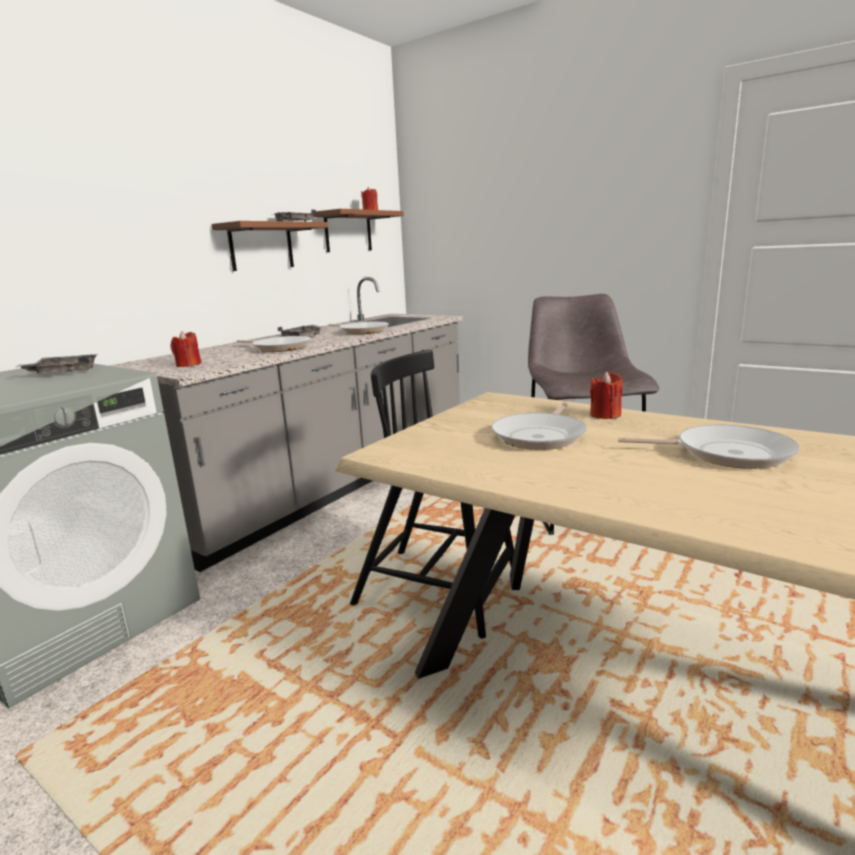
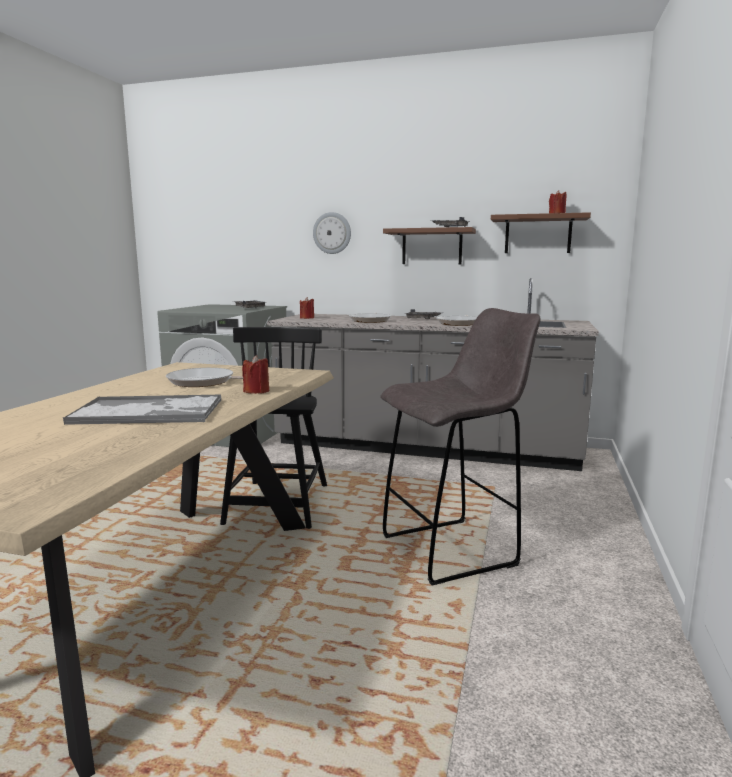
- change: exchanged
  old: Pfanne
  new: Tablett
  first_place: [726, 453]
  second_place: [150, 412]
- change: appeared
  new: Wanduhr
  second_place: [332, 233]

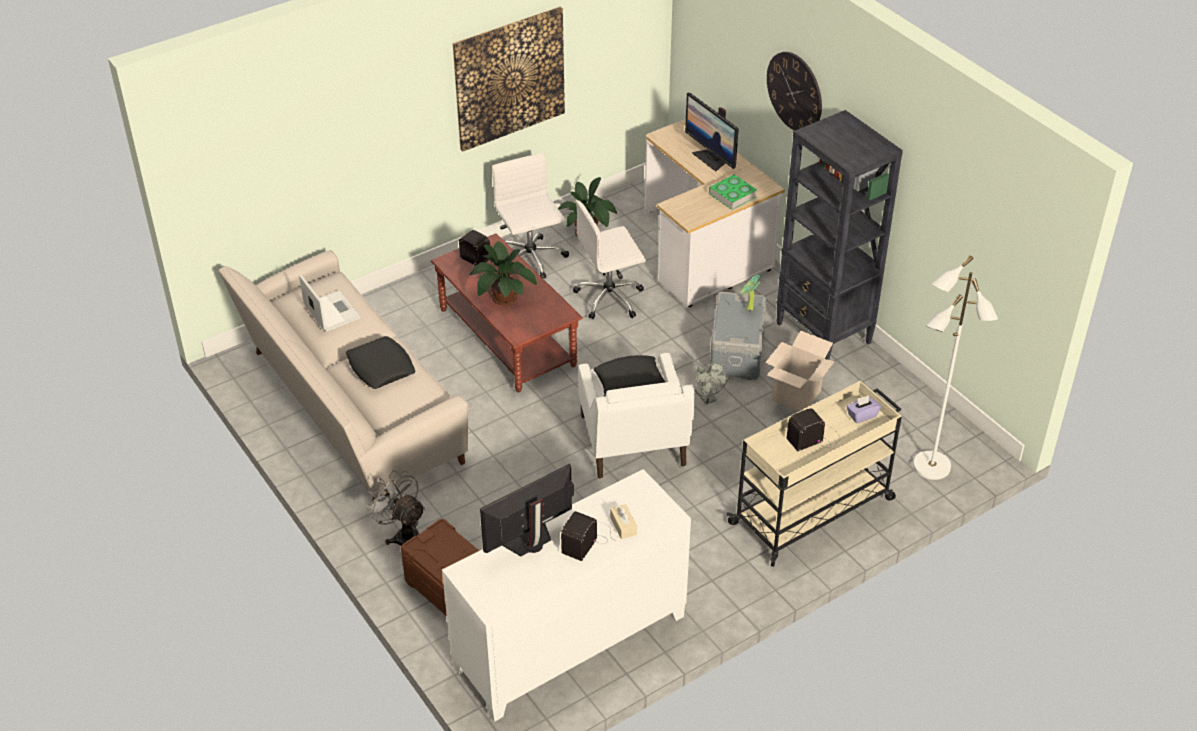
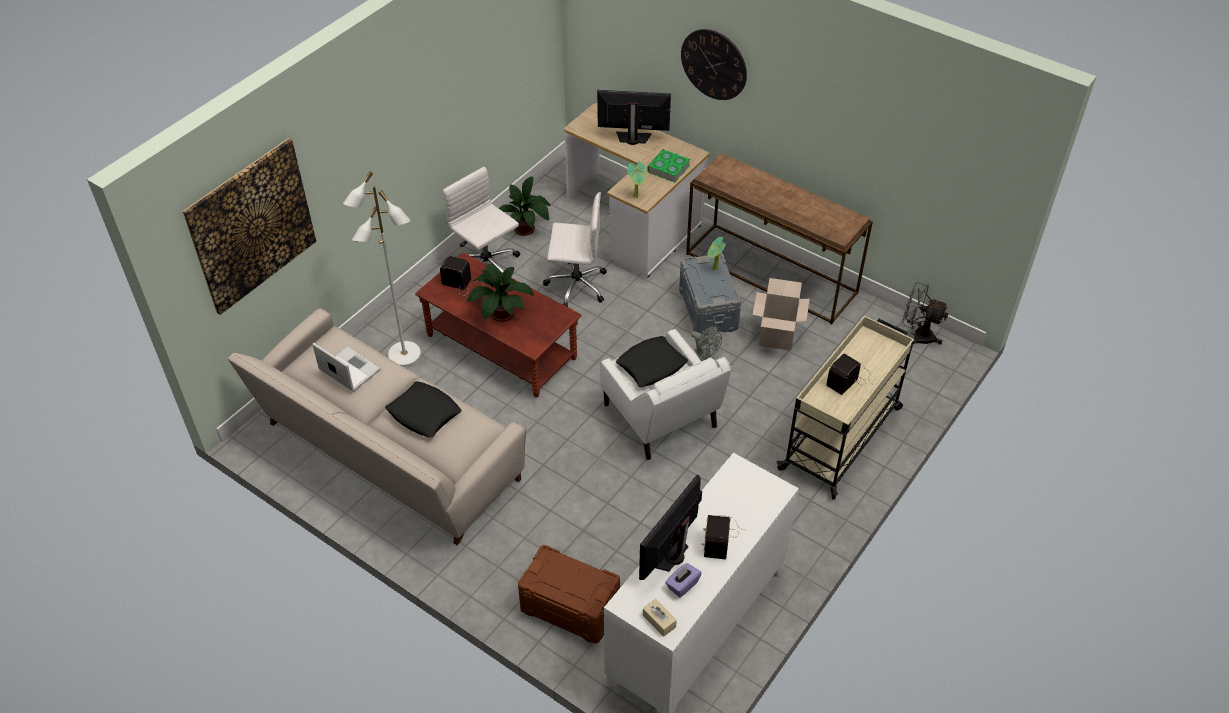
- change: relocated
  old: Bild
  first_place: [509, 78]
  second_place: [252, 226]
- change: relocated
  old: Stehlampe/weiß
  first_place: [931, 467]
  second_place: [404, 356]
- change: spun
  old: Bürostuhl/weiß
  first_place: [610, 298]
  second_place: [575, 285]
  degrees: -135
- change: spun
  old: Monitor
  first_place: [711, 159]
  second_place: [633, 138]
  degrees: 150
- change: appeared
  new: Topfpflanze
  second_place: [637, 196]
- change: relocated
  old: Taschentuchbox/beige
  first_place: [623, 526]
  second_place: [659, 621]
- change: relocated
  old: Taschentuchbox/lila
  first_place: [862, 415]
  second_place: [682, 585]
- change: exchanged
  old: Bücherregal/schwarz
  new: Konsolentisch/braun
  first_place: [824, 334]
  second_place: [772, 273]
- change: relocated
  old: Ventilator/grau
  first_place: [403, 535]
  second_place: [917, 335]

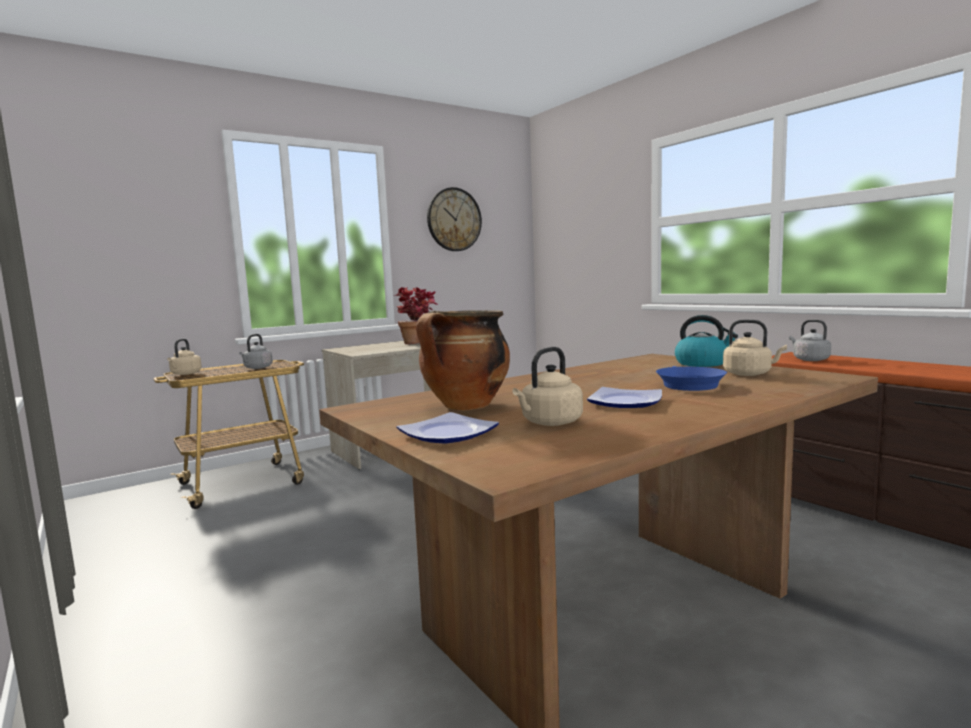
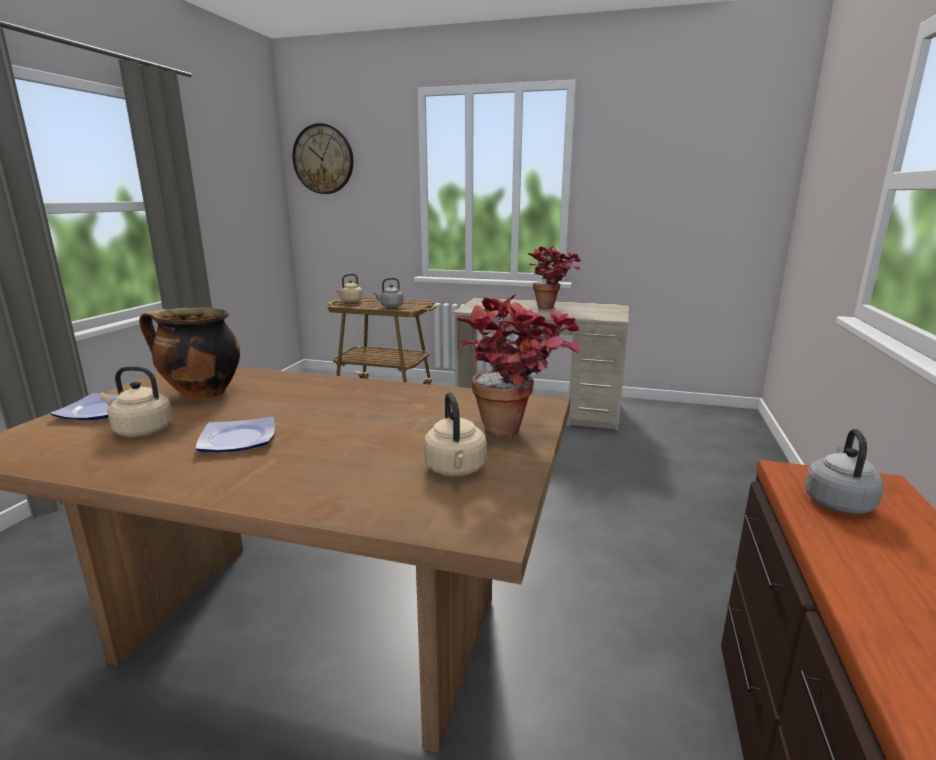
- change: relocated
  old: Wanduhr
  first_place: [454, 219]
  second_place: [323, 159]
- change: exchanged
  old: Wasserkessel
  new: Topfpflanze
  first_place: [702, 363]
  second_place: [515, 433]
- change: missing
  old: Pfanne/blau
  first_place: [688, 384]

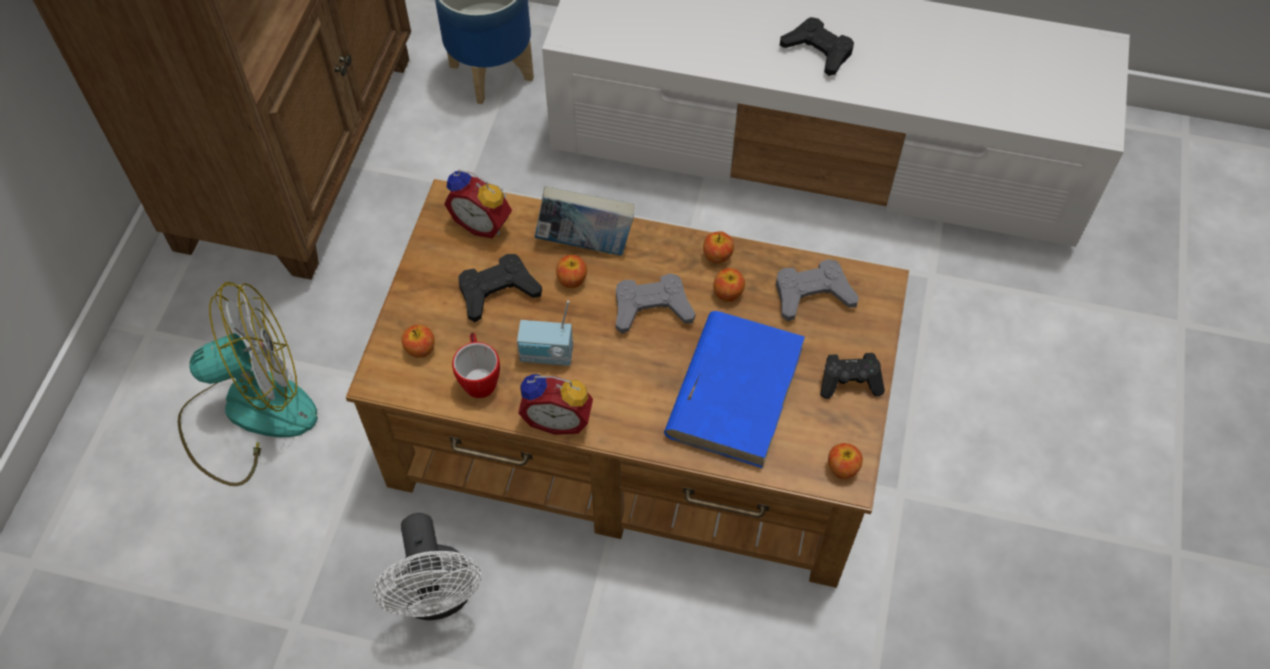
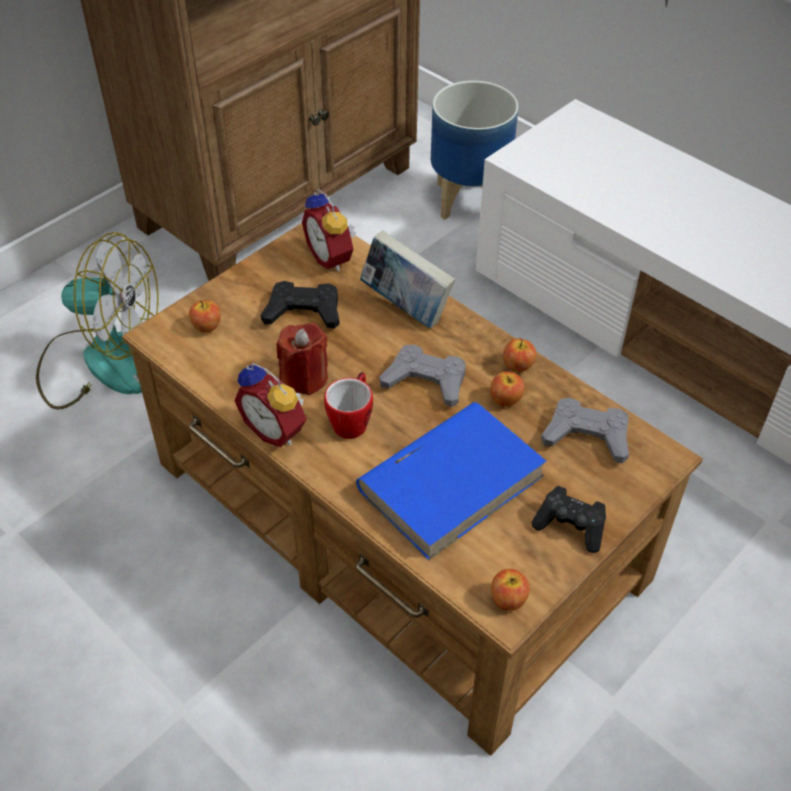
- change: exchanged
  old: Radio
  new: Kerze/rot
  first_place: [546, 356]
  second_place: [304, 378]
- change: relocated
  old: Henkelbecher
  first_place: [479, 377]
  second_place: [352, 420]
- change: missing
  old: Ventilator/weiß
  first_place: [438, 598]
- change: missing
  old: Apfel
  first_place: [572, 279]
- change: missing
  old: Gamepad/schwarz
  first_place: [818, 51]

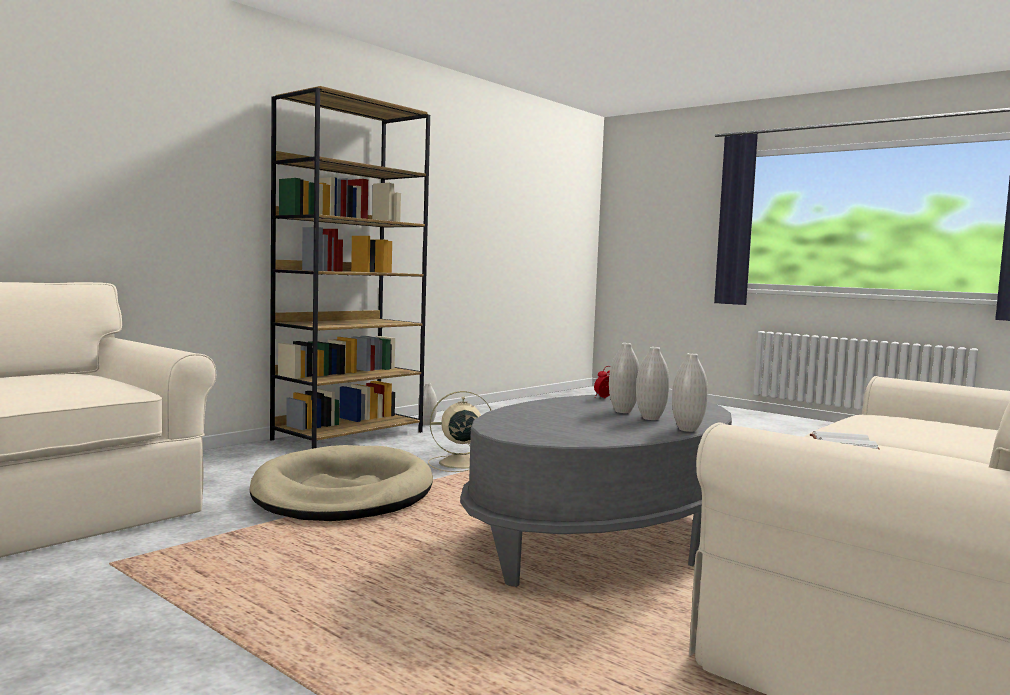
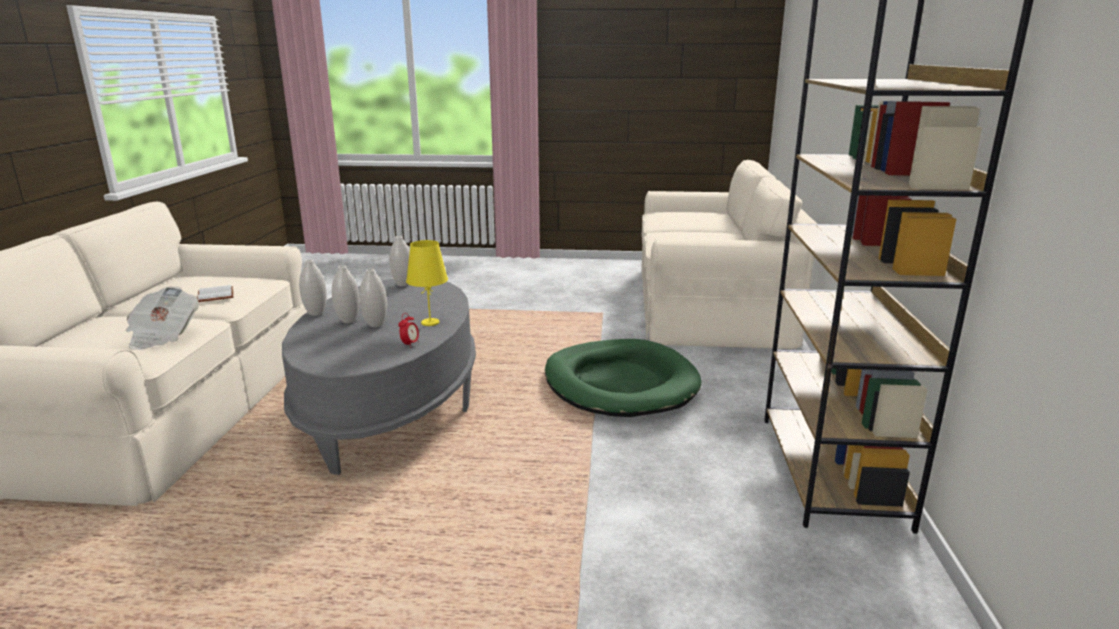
- change: appeared
  new: Zeitung
  second_place: [163, 336]
- change: relocated
  old: Vase/weiß
  first_place: [427, 424]
  second_place: [403, 284]
- change: appeared
  new: Tischlampe/gelb
  second_place: [430, 322]
- change: colour
  old: Hundebett/beige
  new: Hundebett/grün
  first_place: [343, 493]
  second_place: [620, 384]
- change: missing
  old: Ventilator/beige
  first_place: [458, 463]

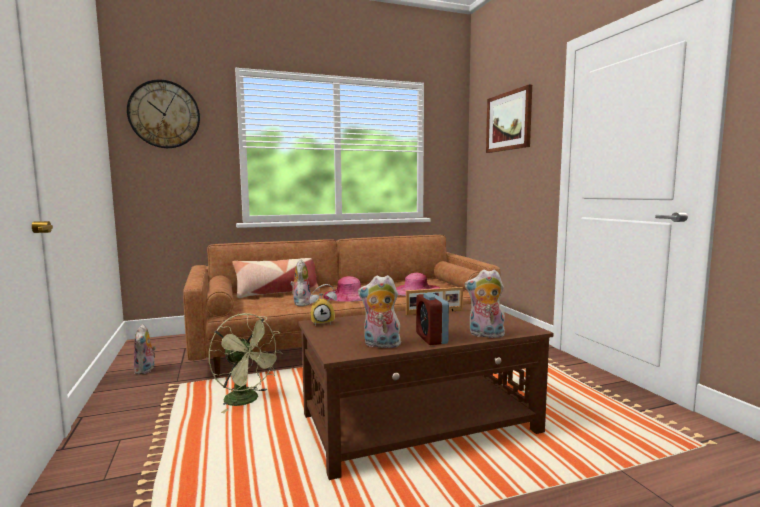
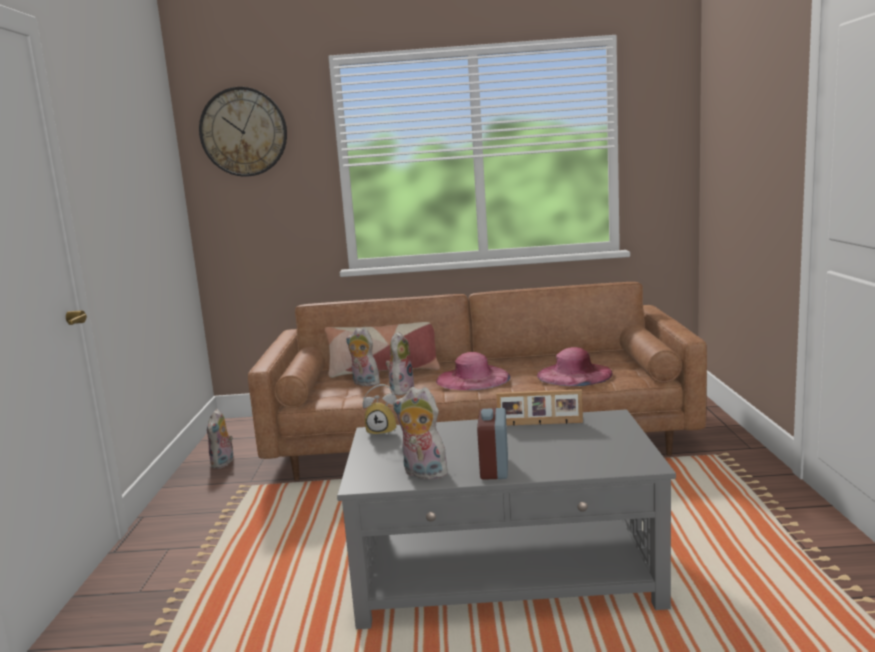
- change: colour
  old: Couchtisch/braun
  new: Couchtisch/grau
  first_place: [420, 423]
  second_place: [506, 572]
- change: relocated
  old: Plüschtier
  first_place: [485, 335]
  second_place: [364, 383]
- change: missing
  old: Ventilator/grün
  first_place: [247, 400]
- change: missing
  old: Bild
  first_place: [509, 121]

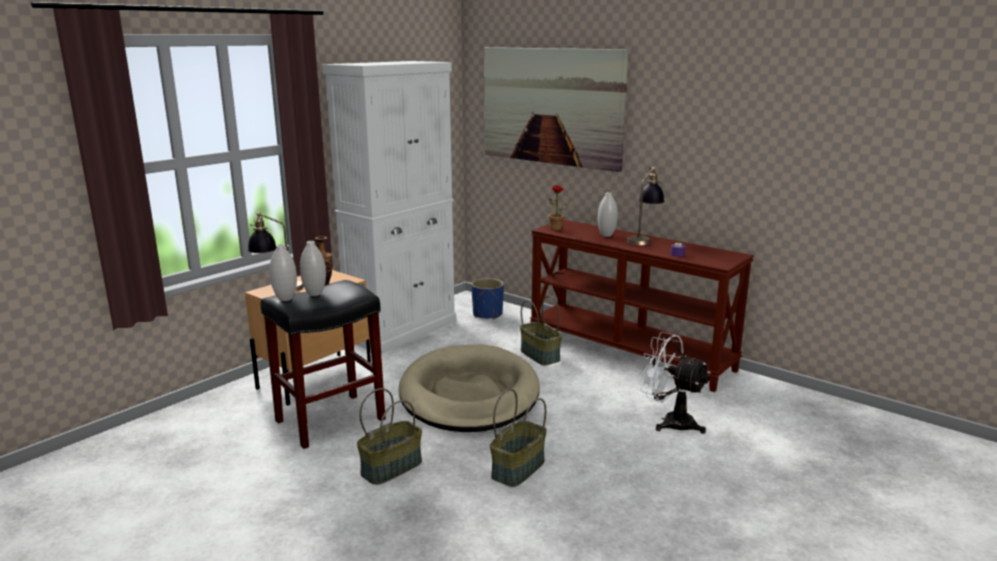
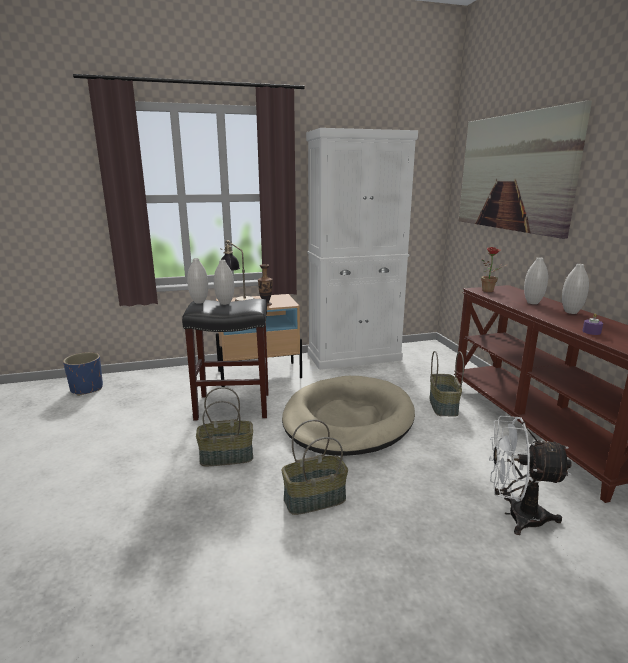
- change: relocated
  old: Pflanzkübel/blau
  first_place: [488, 314]
  second_place: [87, 389]
- change: spun
  old: Ventilator/weiß
  first_place: [670, 422]
  second_place: [516, 515]
  degrees: -60
- change: exchanged
  old: Tischlampe
  new: Vase/weiß
  first_place: [644, 239]
  second_place: [571, 312]

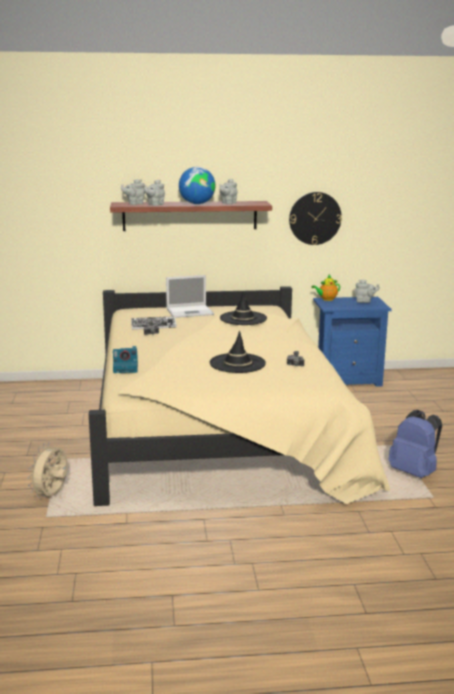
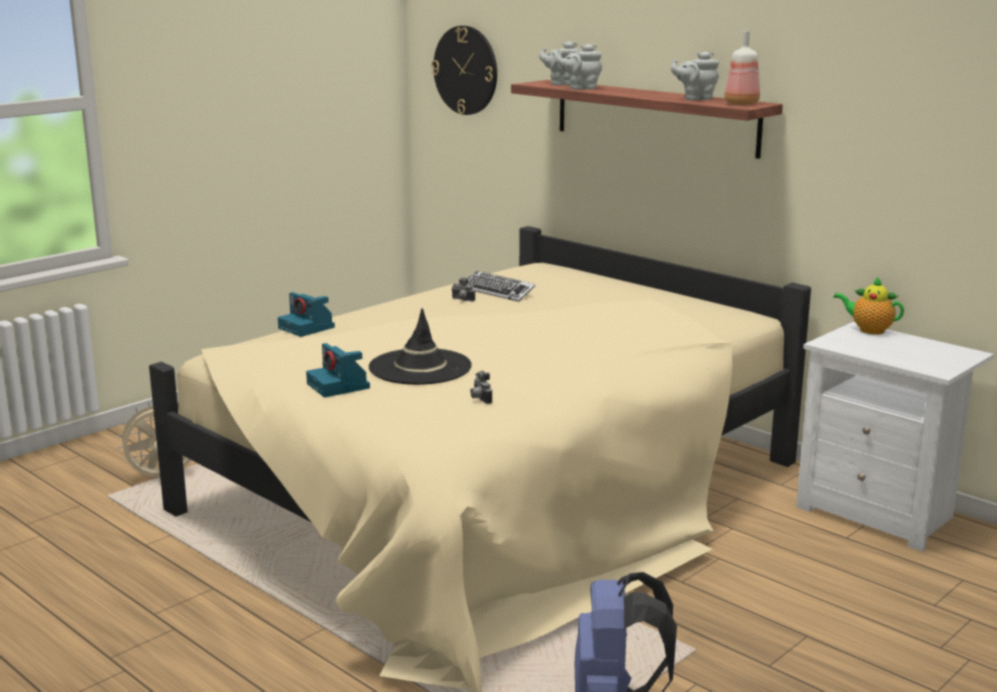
- change: appeared
  new: Kamera
  second_place: [339, 386]
- change: relocated
  old: Wanduhr
  first_place: [315, 218]
  second_place: [466, 70]
- change: appeared
  new: Flasche
  second_place: [740, 104]
- change: colour
  old: Nachttisch/blau
  new: Nachttisch/weiß
  first_place: [347, 379]
  second_place: [880, 513]
- change: missing
  old: Laptop
  first_place: [190, 311]
- change: missing
  old: Globus
  first_place: [197, 204]
- change: missing
  old: Hut/schwarz
  first_place: [243, 318]
- change: missing
  old: Teekanne/grau
  first_place: [364, 301]

